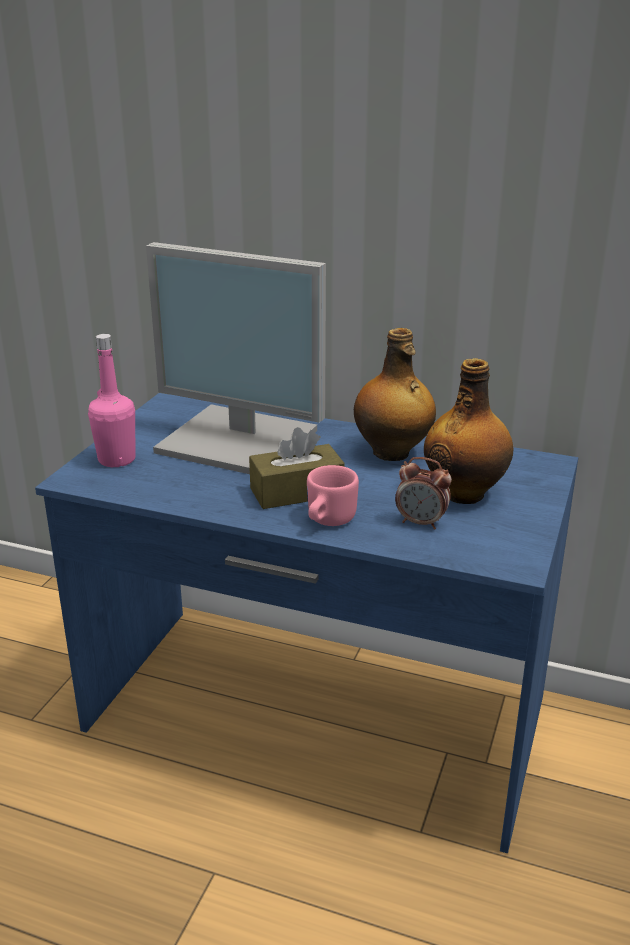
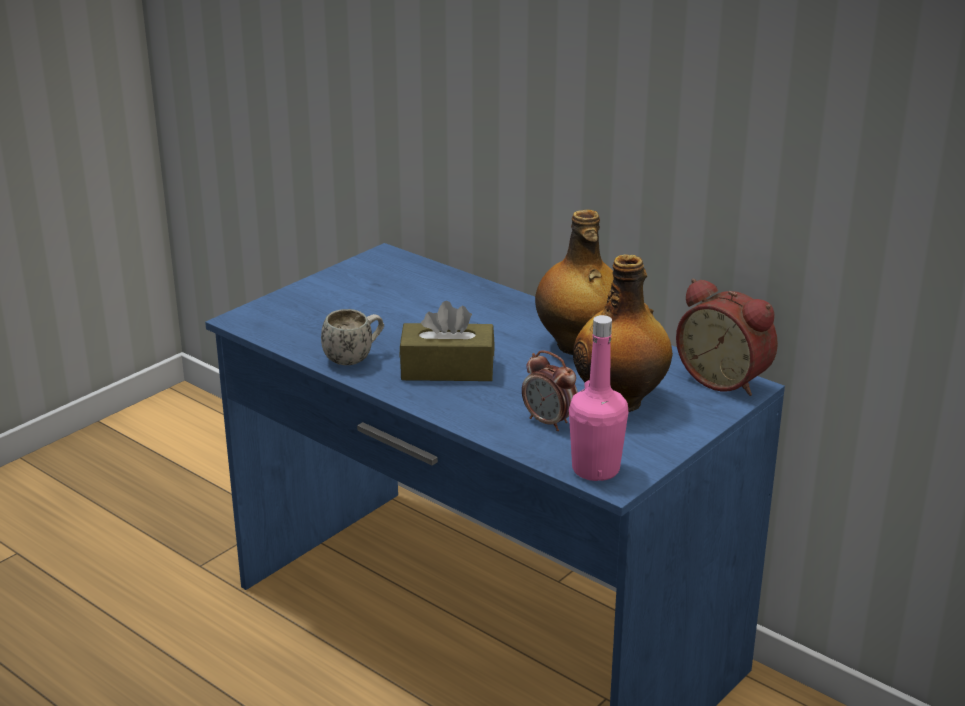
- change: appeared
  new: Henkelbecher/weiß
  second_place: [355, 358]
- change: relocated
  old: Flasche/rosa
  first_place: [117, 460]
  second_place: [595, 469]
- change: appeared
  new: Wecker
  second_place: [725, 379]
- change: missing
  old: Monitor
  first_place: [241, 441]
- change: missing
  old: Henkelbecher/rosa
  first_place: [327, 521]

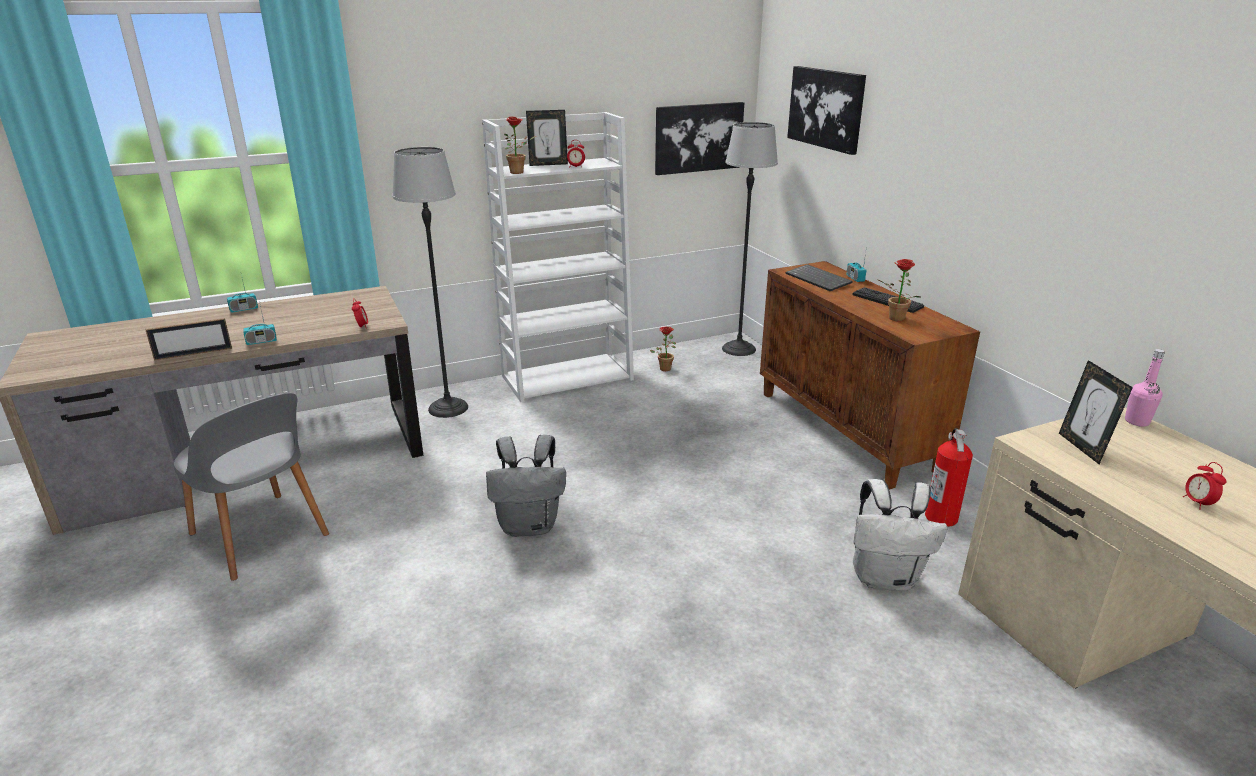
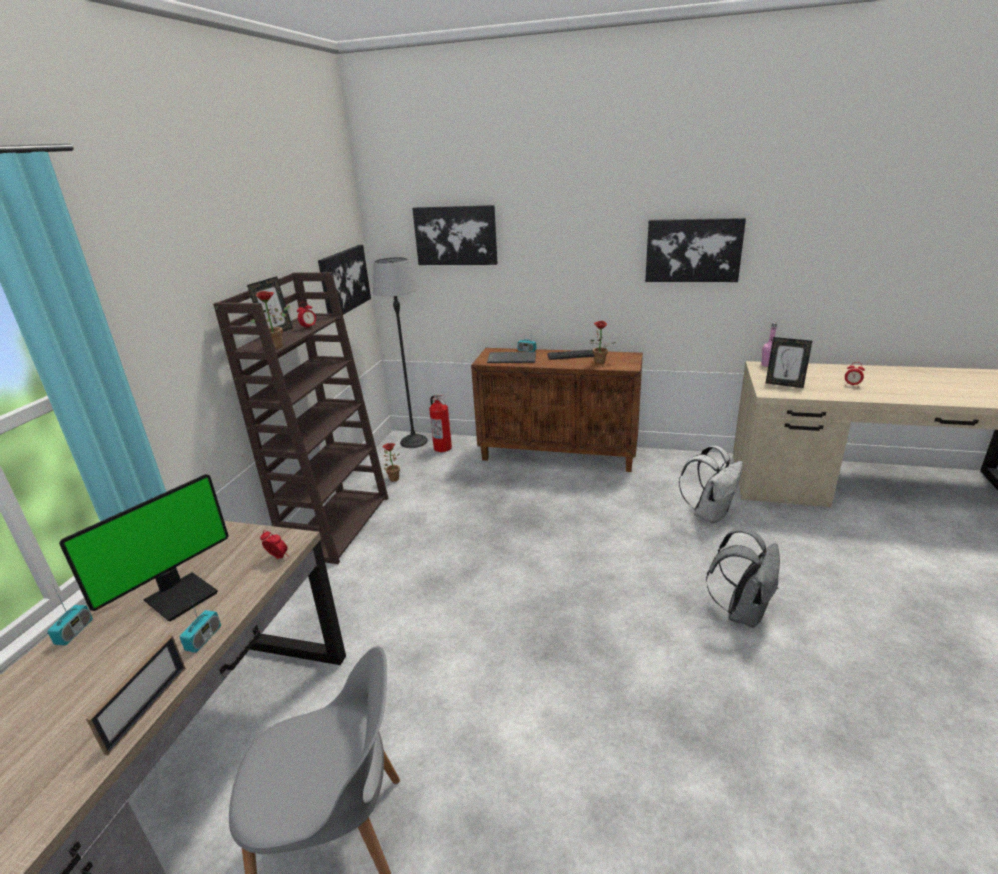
- change: appeared
  new: Monitor
  second_place: [180, 595]
- change: colour
  old: Bücherregal/weiß
  new: Bücherregal/braun
  first_place: [568, 377]
  second_place: [337, 524]
- change: relocated
  old: Feuerlöscher
  first_place: [941, 517]
  second_place: [442, 448]
- change: appeared
  new: Bild
  second_place: [693, 250]
- change: relocated
  old: Rucksack/grau
  first_place: [530, 526]
  second_place: [742, 612]
- change: missing
  old: Stehlampe
  first_place: [448, 408]

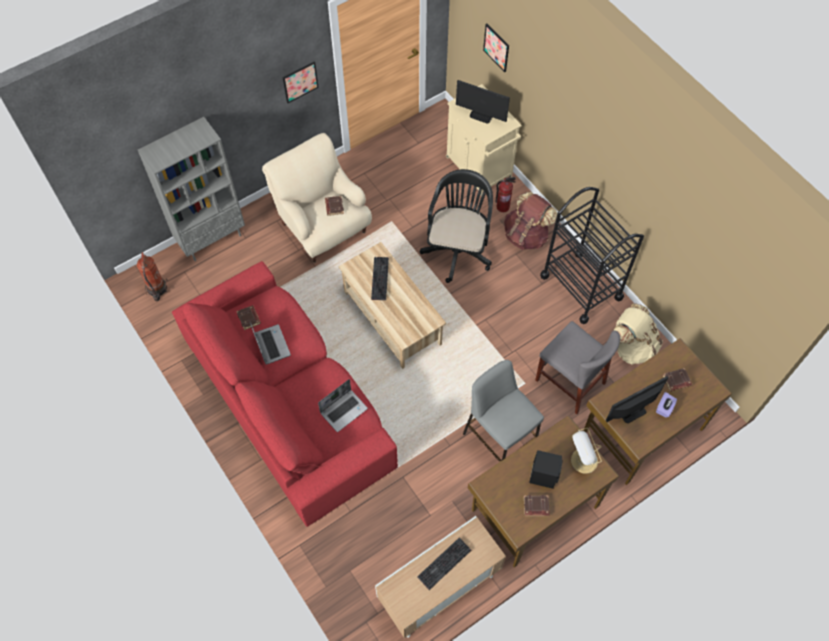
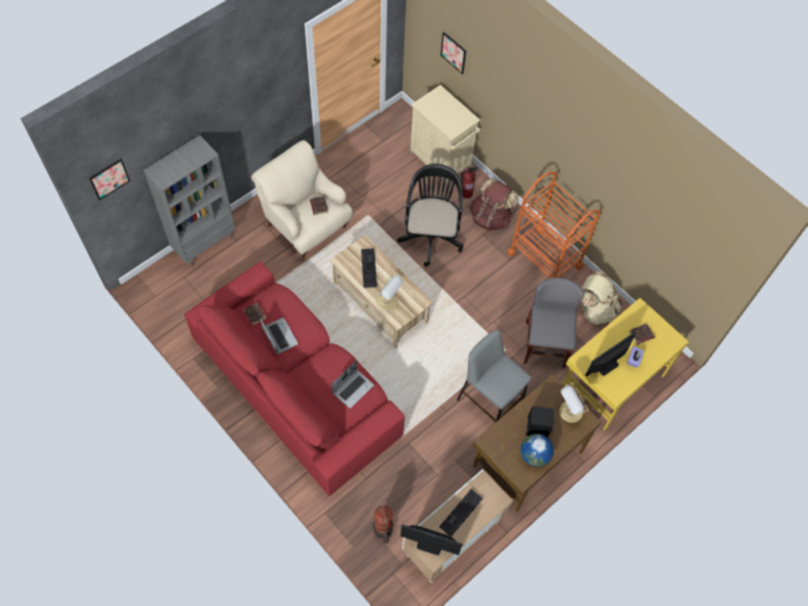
- change: relocated
  old: Bild
  first_place: [300, 82]
  second_place: [109, 179]
- change: relocated
  old: Feuerlöscher
  first_place: [156, 289]
  second_place: [383, 529]
- change: appeared
  new: Tischlampe
  second_place: [387, 301]
- change: relocated
  old: Monitor
  first_place: [481, 115]
  second_place: [429, 544]
- change: colour
  old: Rollwagen/schwarz
  new: Rollwagen/orange
  first_place: [581, 286]
  second_place: [544, 259]
- change: exchanged
  old: Buch/braun
  new: Globus
  first_place: [535, 507]
  second_place: [534, 455]
- change: spun
  old: Stuhl/grau
  first_place: [570, 381]
  second_place: [545, 345]
  degrees: -120
- change: colour
  old: Schreibtisch/braun
  new: Schreibtisch/gelb
  first_place: [641, 430]
  second_place: [612, 381]

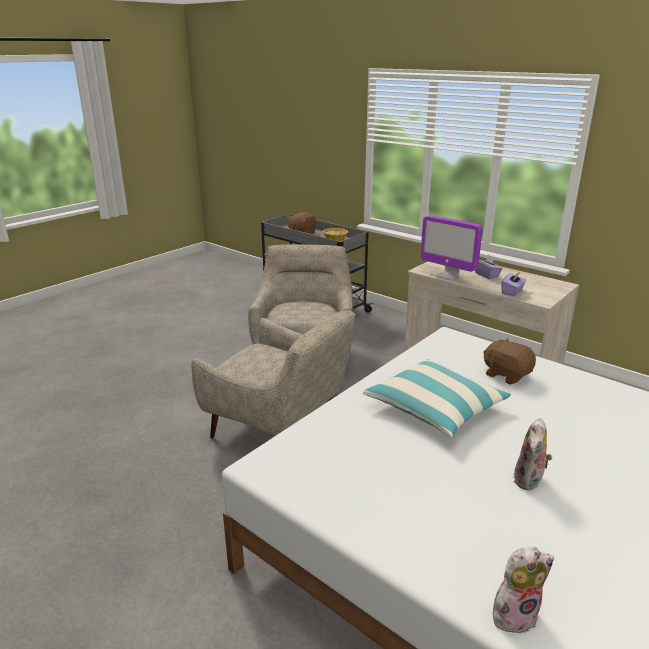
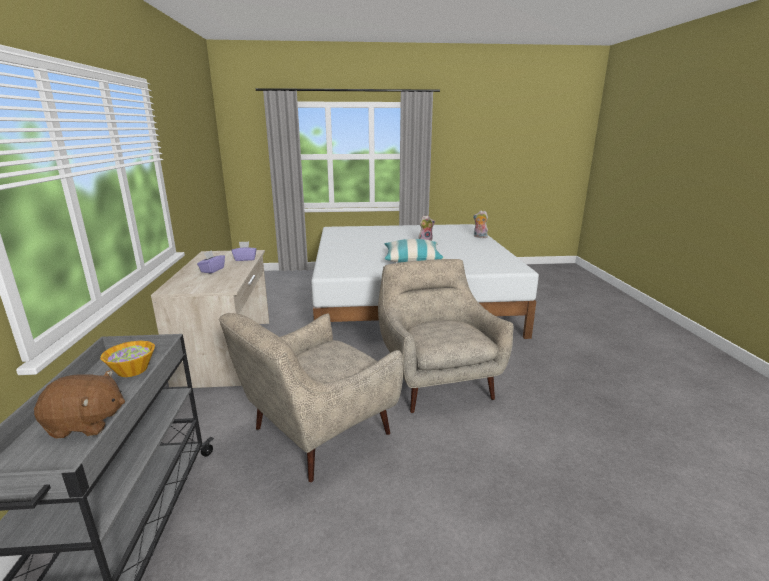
- change: missing
  old: Monitor
  first_place: [447, 276]
- change: missing
  old: Plüschtier/braun
  first_place: [506, 374]

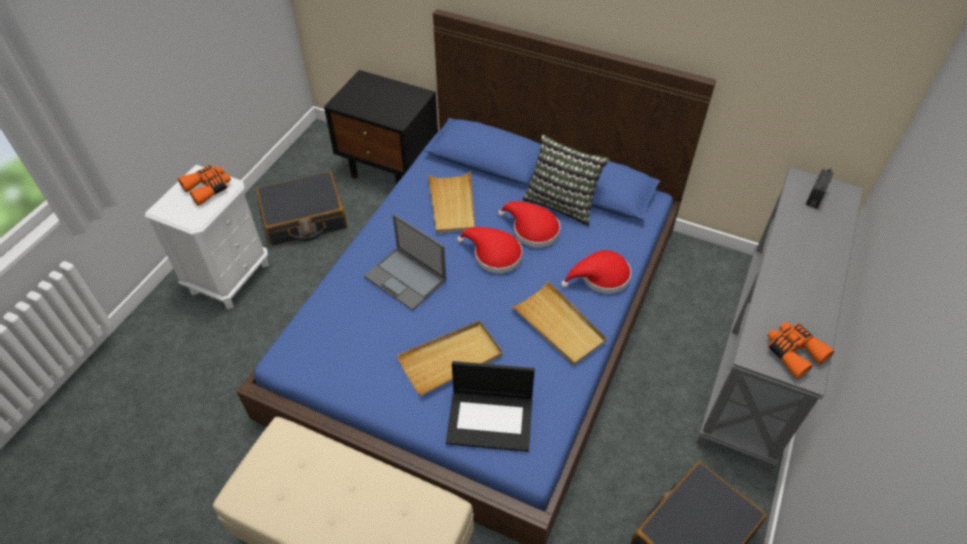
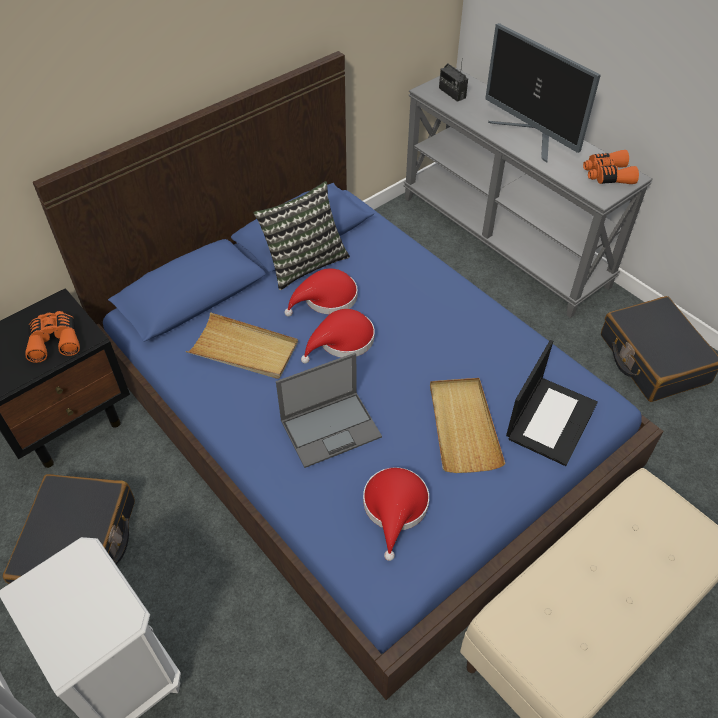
- change: relocated
  old: Fernglas/orange
  first_place: [208, 188]
  second_place: [55, 340]
- change: relocated
  old: Hut/rot
  first_place: [601, 277]
  second_place: [395, 508]
- change: appeared
  new: Monitor
  second_place: [531, 137]
- change: missing
  old: Tablett/beige
  first_place: [559, 325]

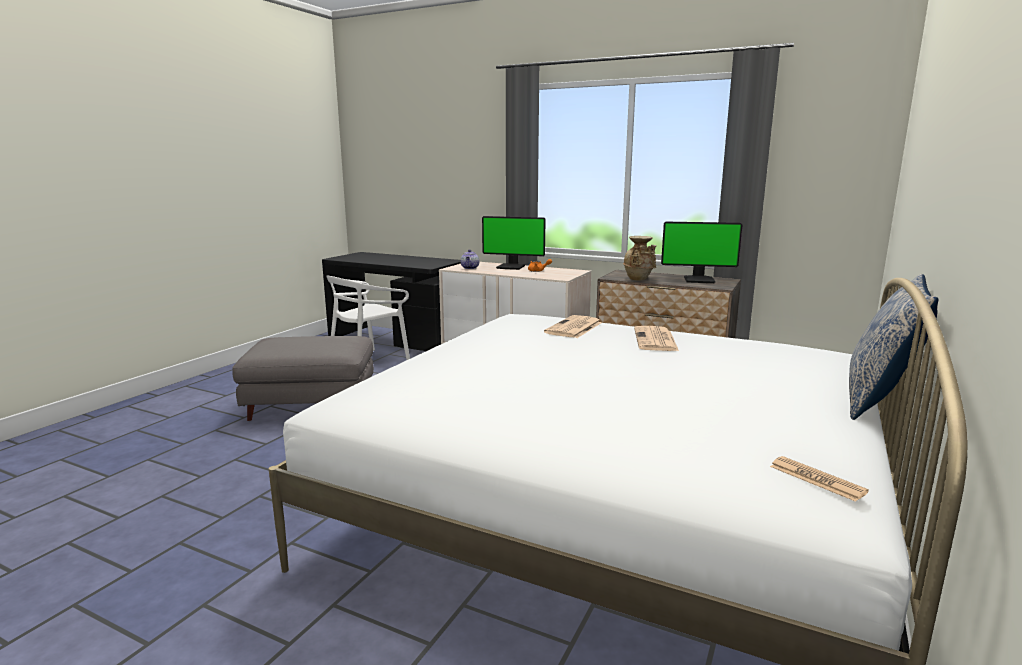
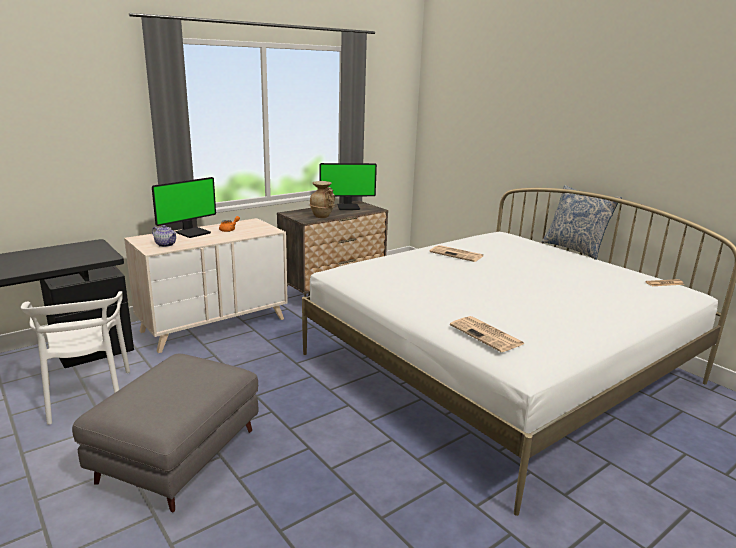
- change: spun
  old: Monitor
  first_place: [699, 280]
  second_place: [348, 207]
  degrees: 45
- change: relocated
  old: Zeitung
  first_place: [574, 328]
  second_place: [487, 335]

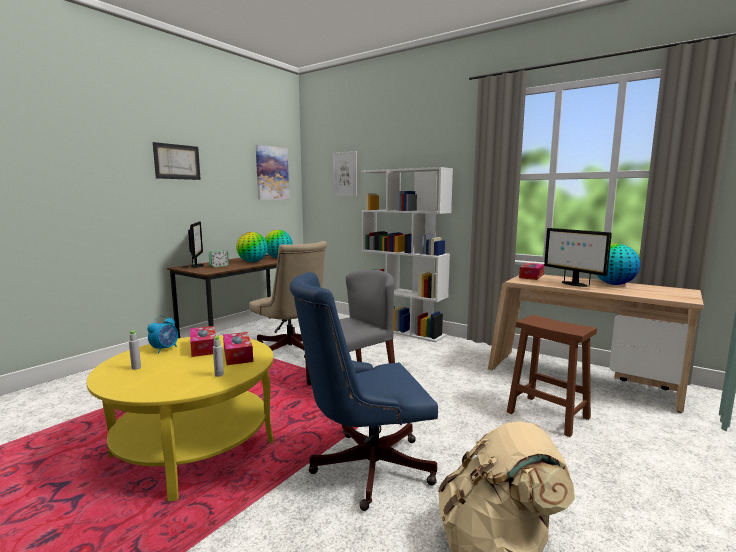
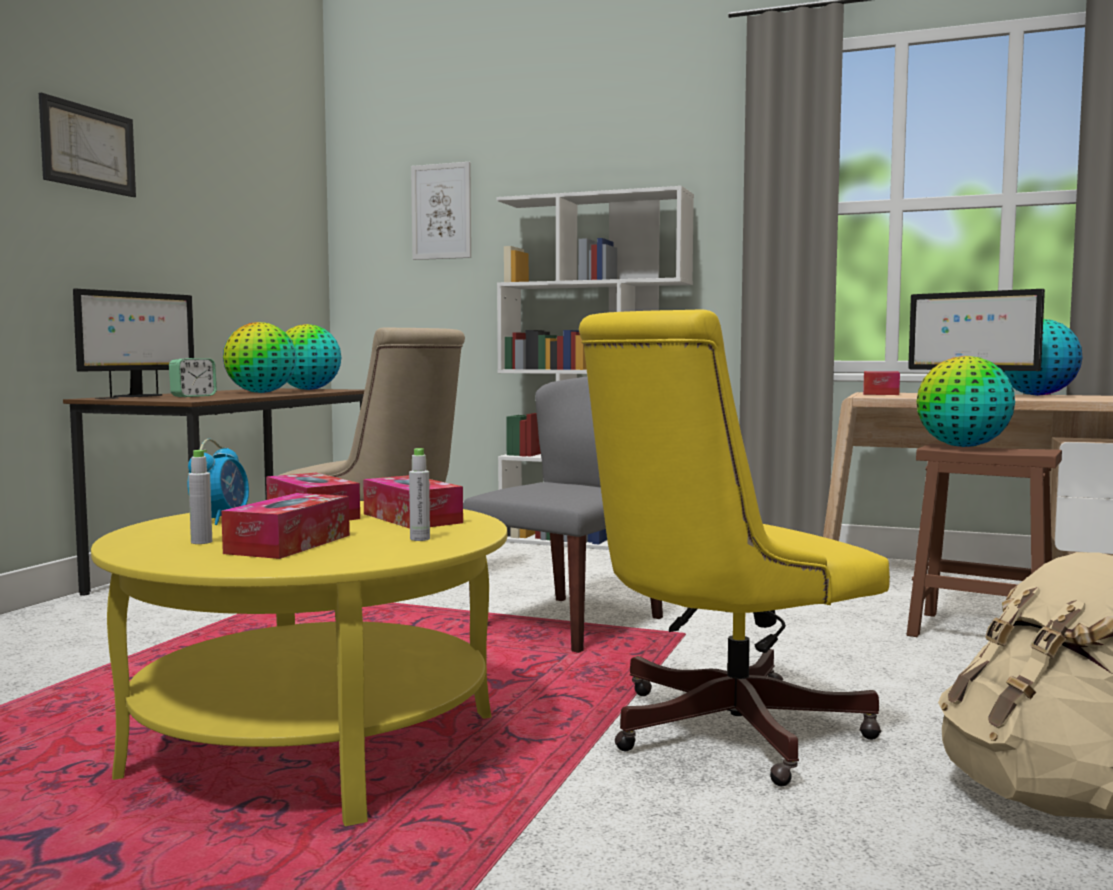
- change: spun
  old: Monitor
  first_place: [197, 266]
  second_place: [137, 396]
  degrees: 60
- change: appeared
  new: Taschentuchbox
  second_place: [289, 544]
- change: colour
  old: Bürostuhl/blau
  new: Bürostuhl/gelb
  first_place: [364, 467]
  second_place: [718, 731]
- change: appeared
  new: Globus
  second_place: [963, 447]
- change: missing
  old: Bild
  first_place: [272, 173]

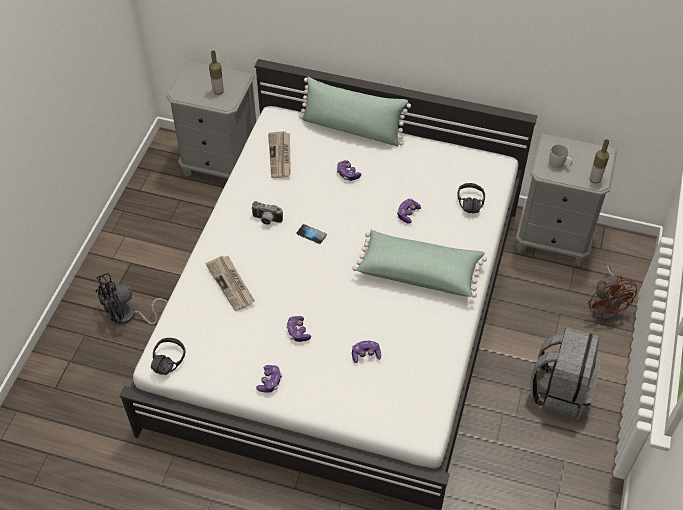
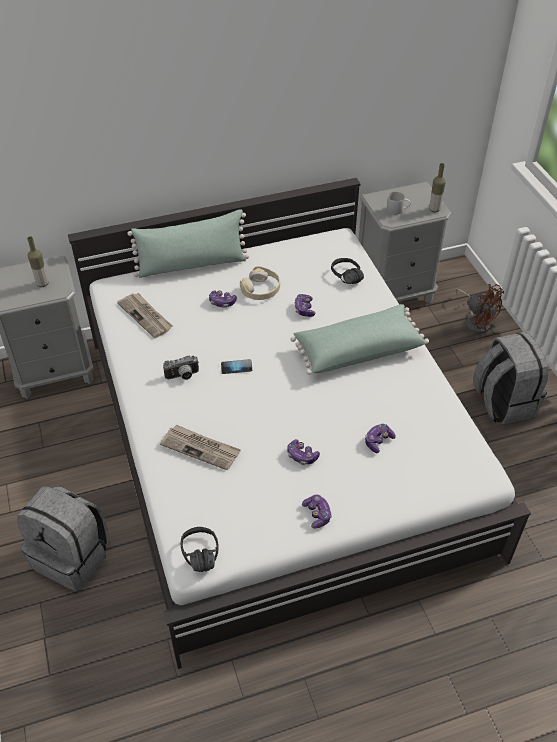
- change: exchanged
  old: Ventilator/schwarz
  new: Rucksack/grau
  first_place: [128, 316]
  second_place: [73, 557]
- change: appeared
  new: Kopfhörer/beige
  second_place: [261, 289]

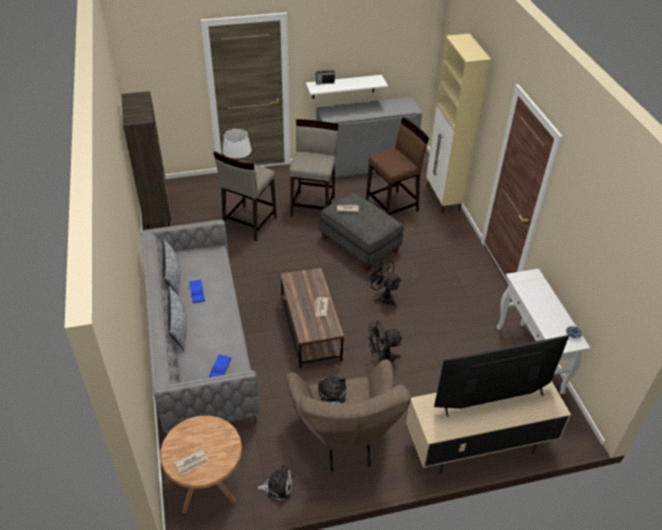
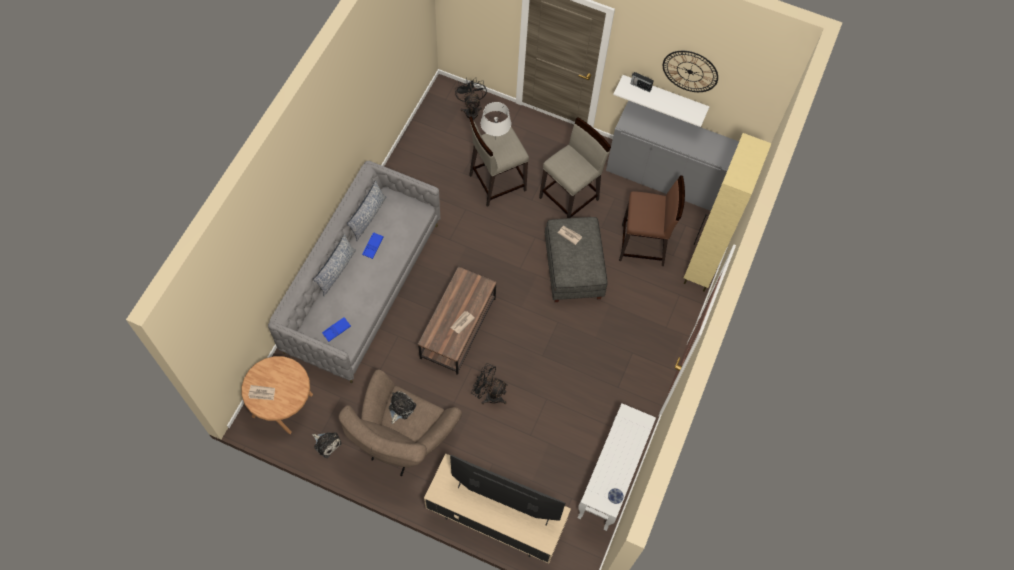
- change: relocated
  old: Ventilator/schwarz
  first_place: [383, 297]
  second_place: [471, 110]
- change: appeared
  new: Wanduhr
  second_place: [690, 71]
- change: missing
  old: Bücherregal/braun
  first_place: [157, 216]

